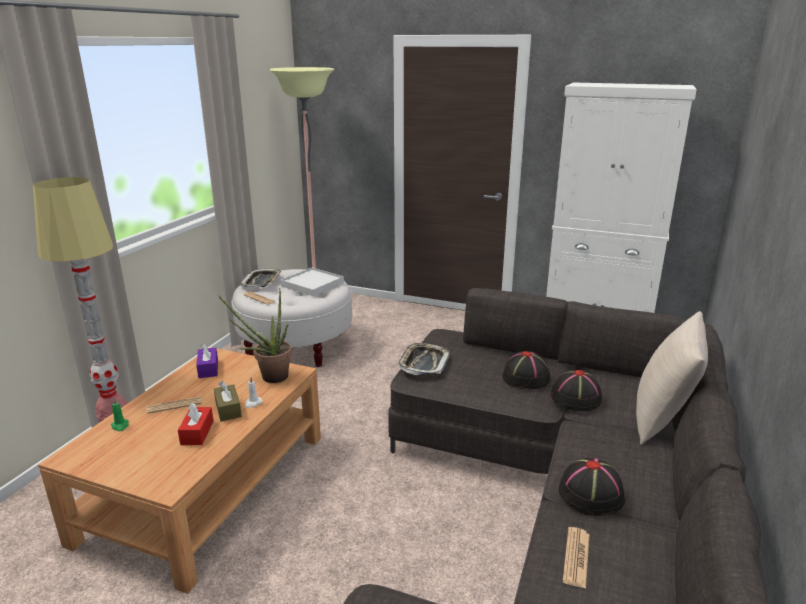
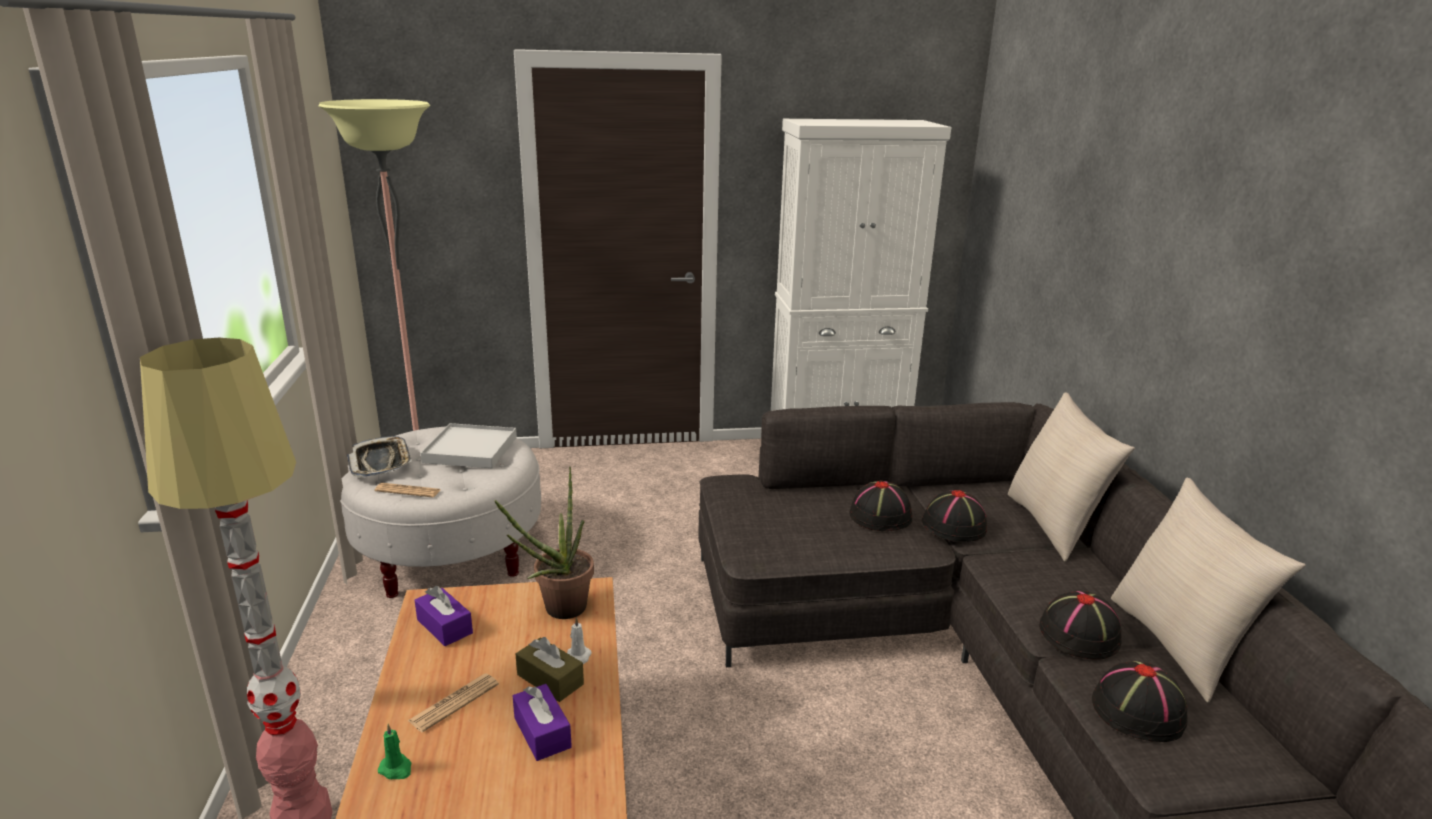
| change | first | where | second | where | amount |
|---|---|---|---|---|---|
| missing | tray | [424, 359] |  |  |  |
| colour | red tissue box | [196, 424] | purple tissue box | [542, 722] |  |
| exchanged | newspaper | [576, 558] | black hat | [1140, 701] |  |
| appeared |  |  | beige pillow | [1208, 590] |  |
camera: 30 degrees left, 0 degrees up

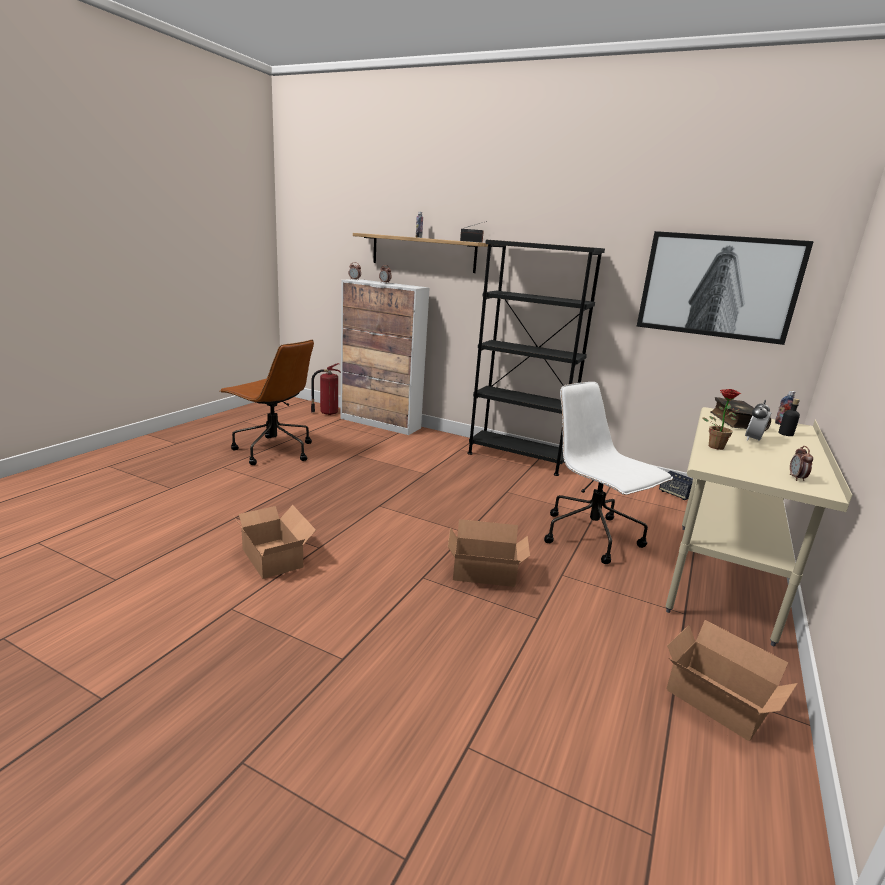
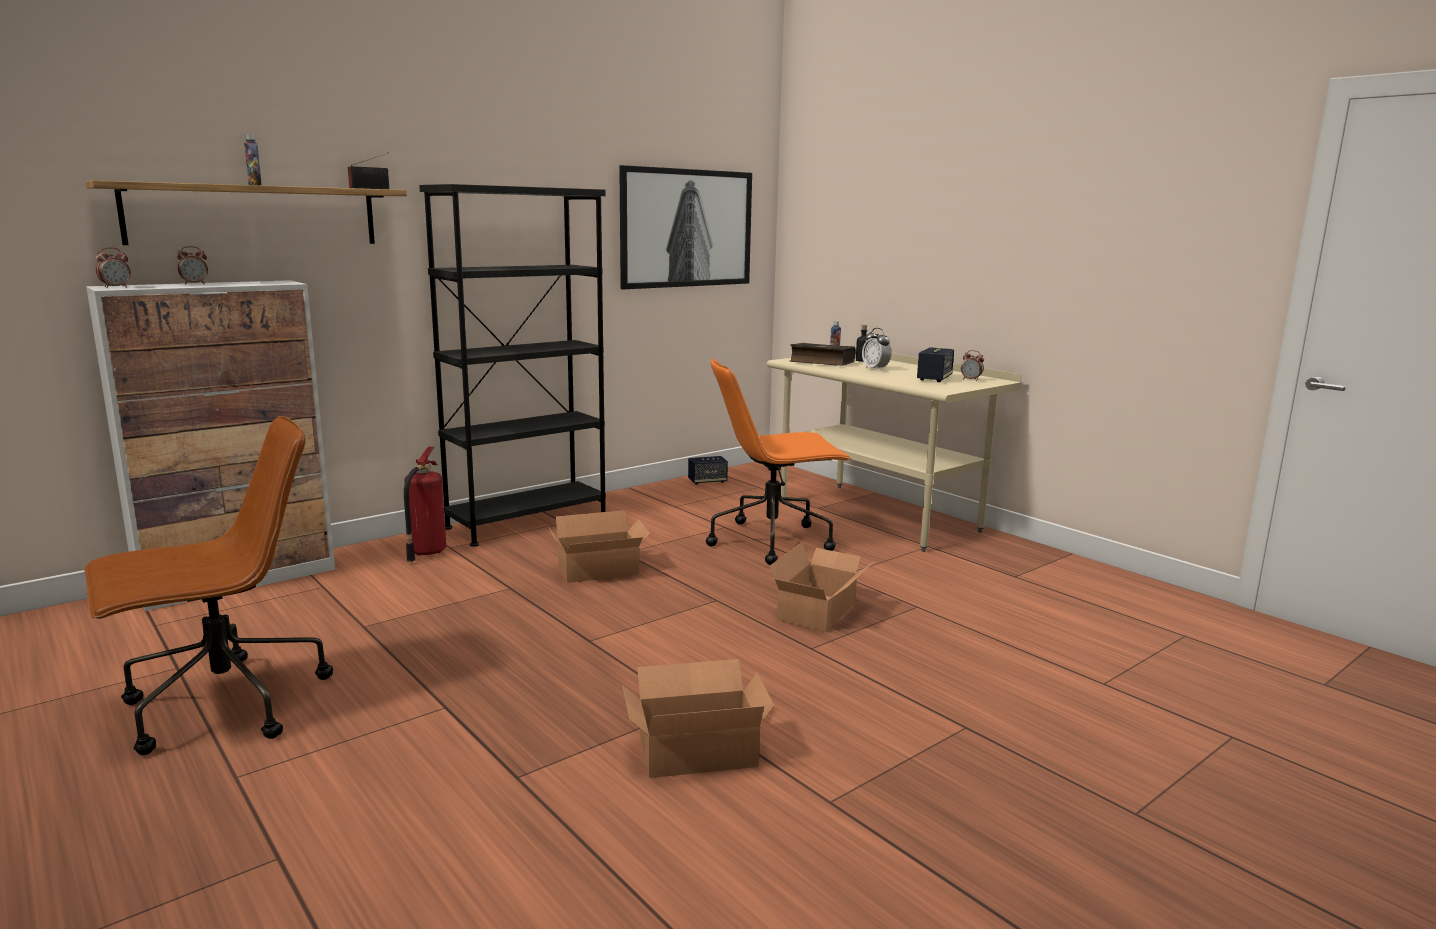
| change | first | where | second | where | amount |
|---|---|---|---|---|---|
| relocated | fire extinguisher | [326, 389] |  | [425, 504] |  |
| colour | white office chair | [608, 473] | orange office chair | [778, 461] |  |
| missing | potted plant | [721, 419] |  |  |  |
| relocated | cardboard box | [732, 680] |  | [599, 546] |  |
| appeared |  |  | speaker | [935, 364] |  |
camera: 65 degrees left, 5 degrees down

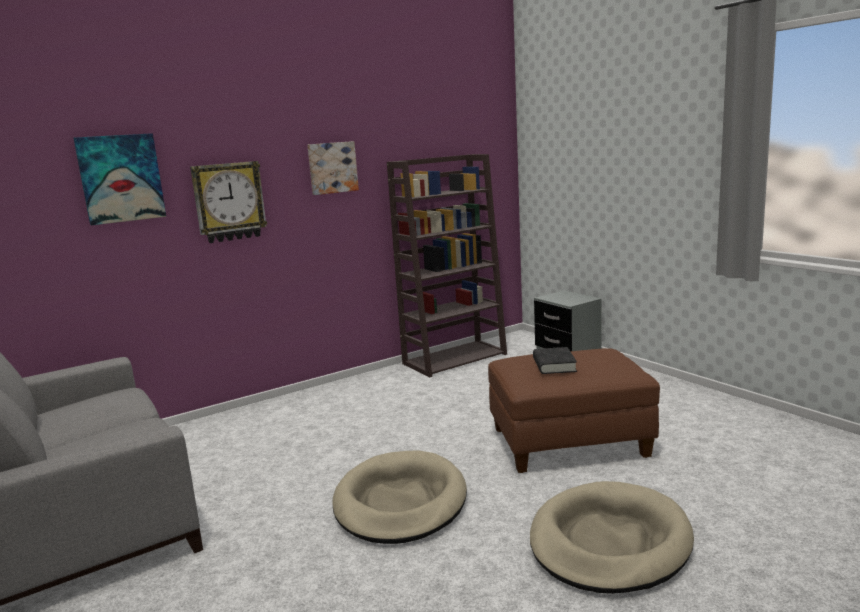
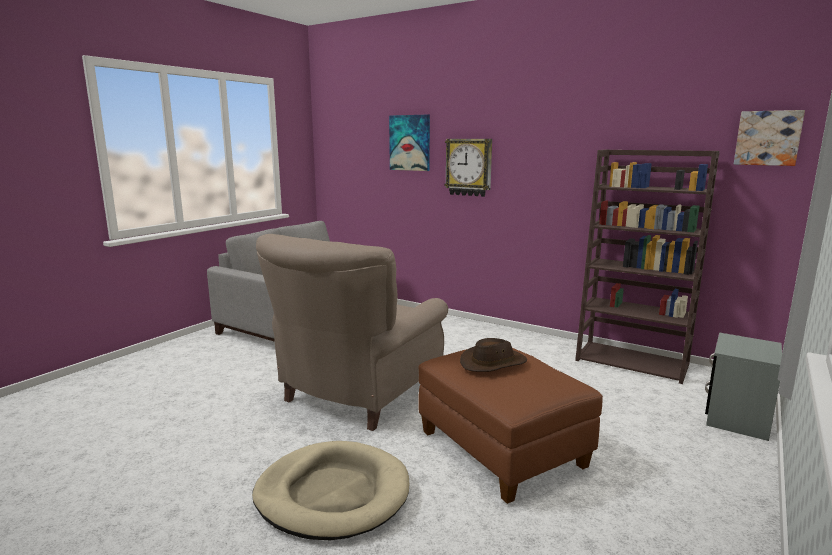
| change | first | where | second | where | amount |
|---|---|---|---|---|---|
| relocated | picture | [333, 168] |  | [769, 138] |  |
| exchanged | black book | [555, 360] | brown hat | [493, 355] |  |
| exchanged | beige dog bed | [400, 497] | beige armchair | [352, 332] |  |
camera: 65 degrees right, 0 degrees up

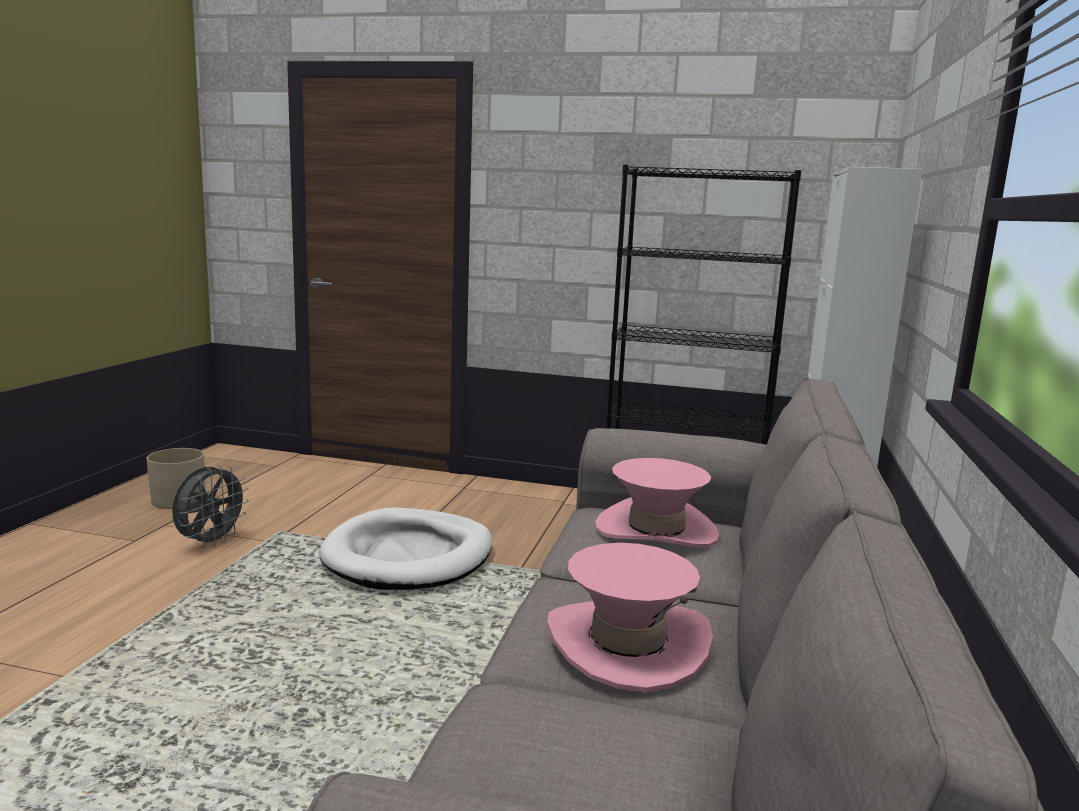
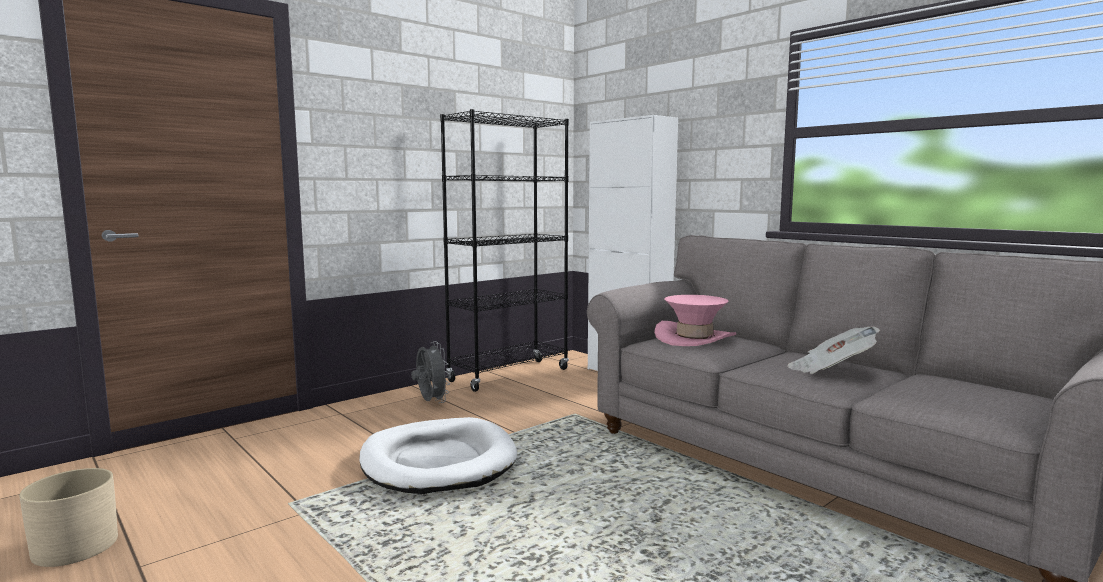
| change | first | where | second | where | amount |
|---|---|---|---|---|---|
| relocated | grey fan | [210, 506] |  | [431, 372] |  |
| exchanged | pink hat | [630, 617] | newspaper | [833, 350] |  |
camera: 55 degrees left, 5 degrees down

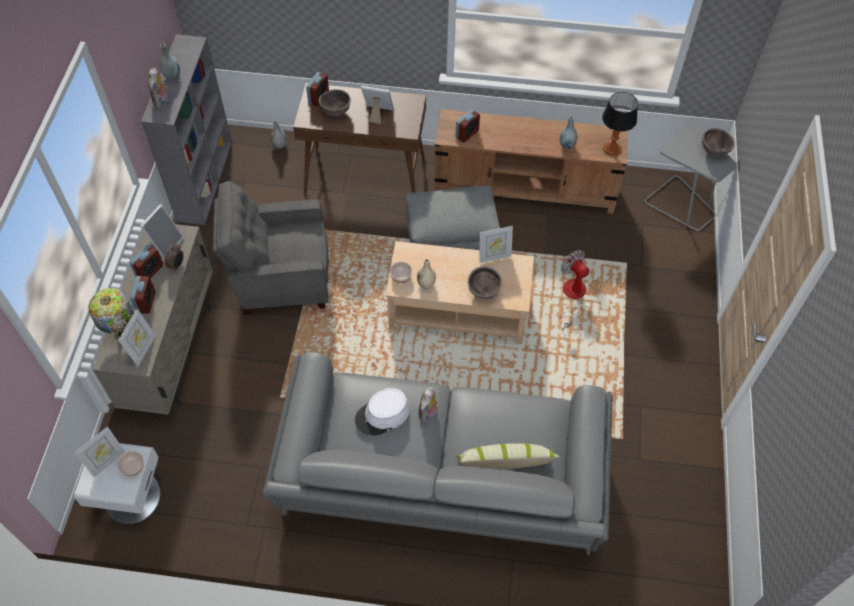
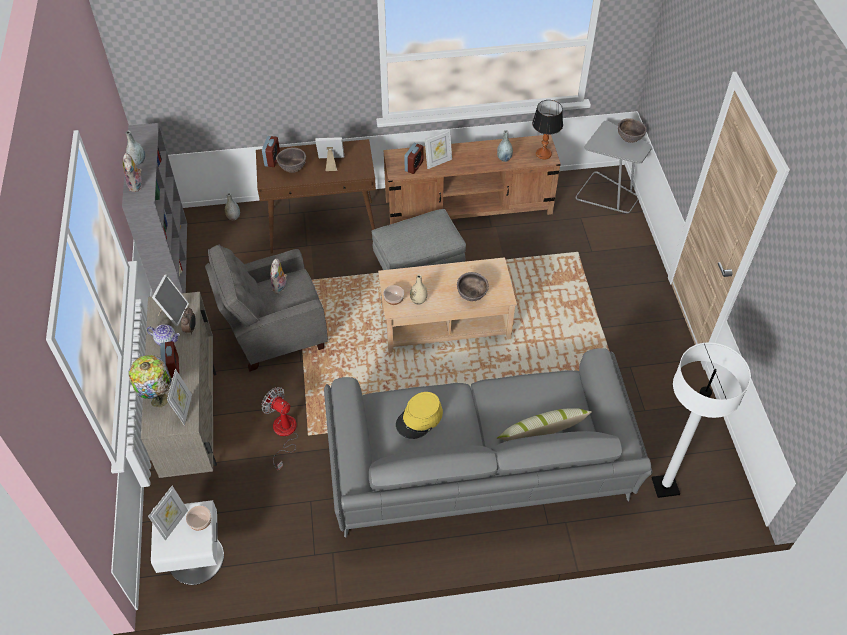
| change | first | where | second | where | amount |
|---|---|---|---|---|---|
| relocated | picture frame | [496, 244] |  | [438, 149] |  |
| exchanged | alarm clock | [146, 261] | teapot | [163, 335] |  |
| relocated | fan | [574, 290] |  | [279, 429] |  |
| relocated | plush toy | [429, 404] |  | [279, 276] |  |
| colour | white hat | [382, 412] | yellow hat | [419, 415] |  |
| appeared |  |  | white floor lamp | [701, 420] |  |
camera: 15 degrees left, 5 degrees down

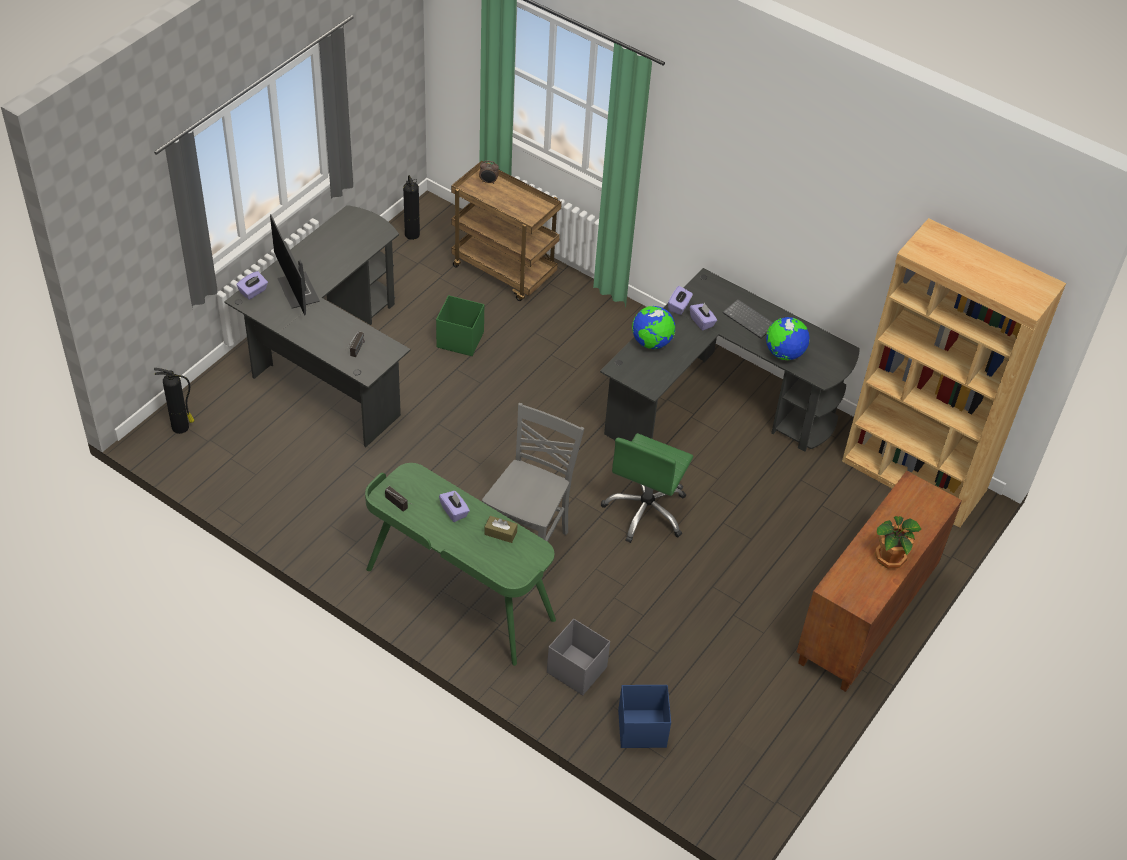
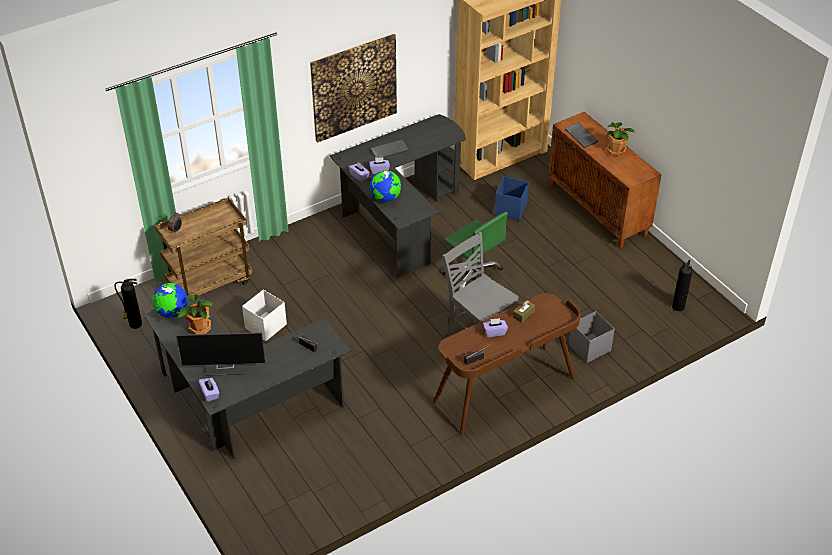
| change | first | where | second | where | amount |
|---|---|---|---|---|---|
| colour | green storage box | [460, 325] | white storage box | [264, 315] |  |
| relocated | globe | [788, 338] |  | [170, 300] |  |
| relocated | fire extinguisher | [174, 401] |  | [682, 286] |  |
| colour | green desk | [460, 564] | brown desk | [507, 364] |  |
| relocated | blue storage box | [644, 716] |  | [511, 198] |  |
| appeared |  |  | picture | [353, 88] |  |
| appeared |  |  | keyboard | [581, 135] |  |
| appeared |  |  | potted plant | [195, 314] |  |
camera: 65 degrees left, 5 degrees down

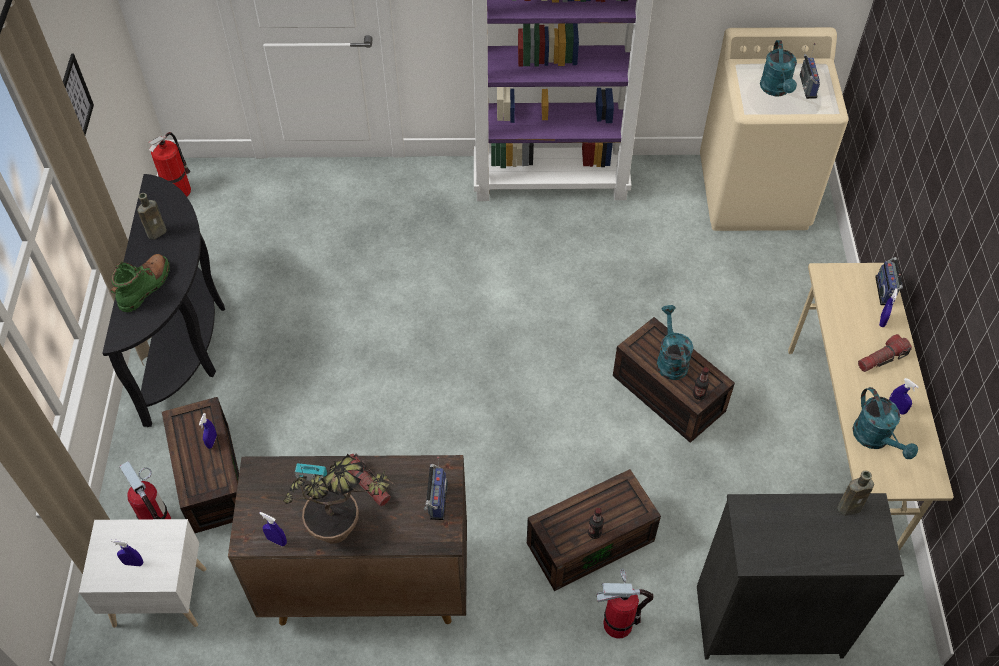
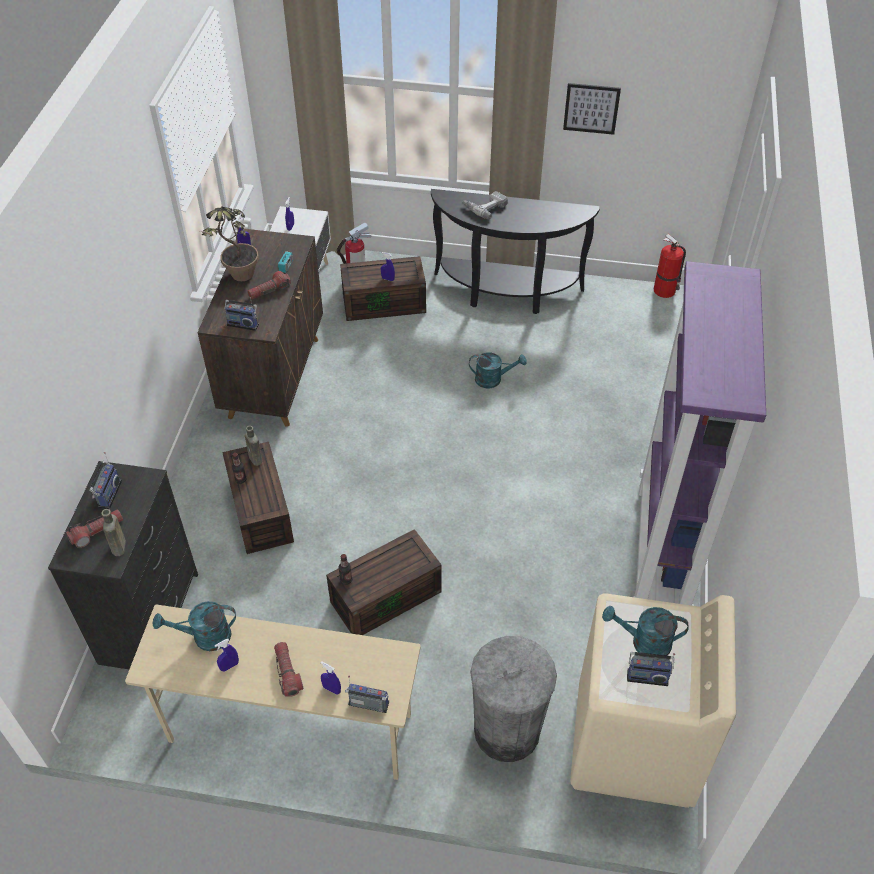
| change | first | where | second | where | amount |
|---|---|---|---|---|---|
| relocated | brown bottle | [151, 216] |  | [254, 446] |  |
| exchanged | green boot | [140, 283] | power drill | [485, 205] |  |
| relocated | turquoise watering can | [675, 342] |  | [498, 370] |  |
| missing | fire extinguisher | [625, 603] |  |  |  |
| appeared |  |  | radio | [105, 480] |  |
| appeared |  |  | flashlight | [94, 528] |  |
| appeared |  |  | grey trash can | [513, 699] |  |
camera: 100 degrees right, 5 degrees down

